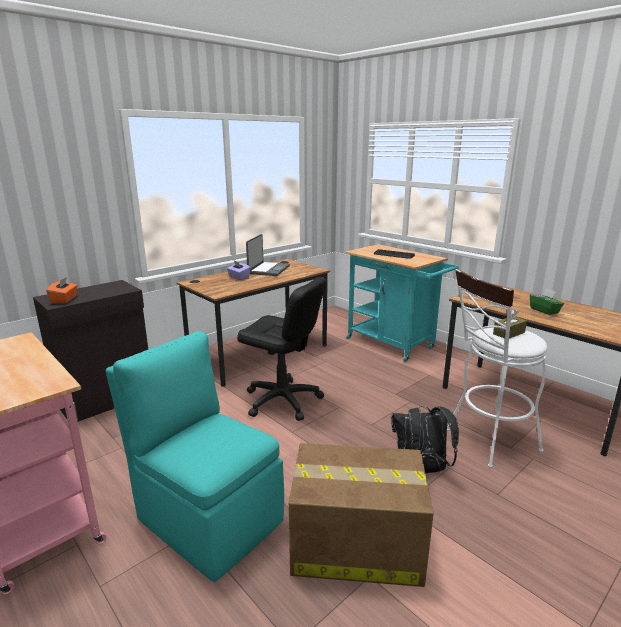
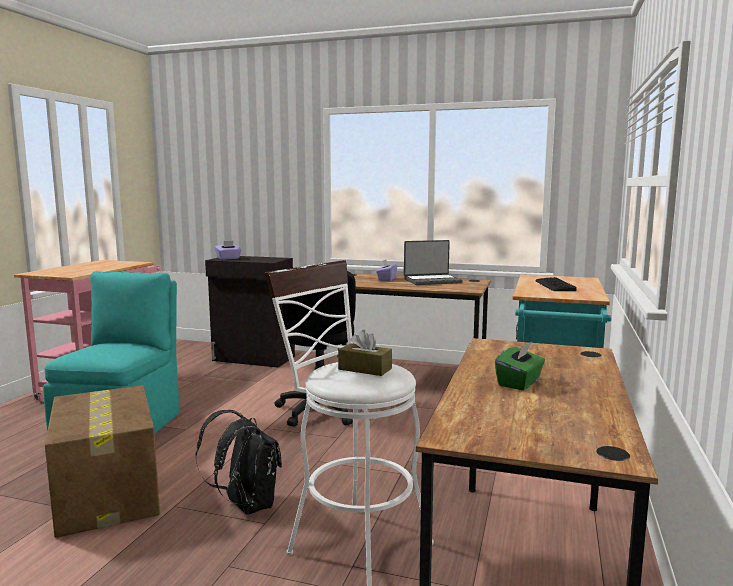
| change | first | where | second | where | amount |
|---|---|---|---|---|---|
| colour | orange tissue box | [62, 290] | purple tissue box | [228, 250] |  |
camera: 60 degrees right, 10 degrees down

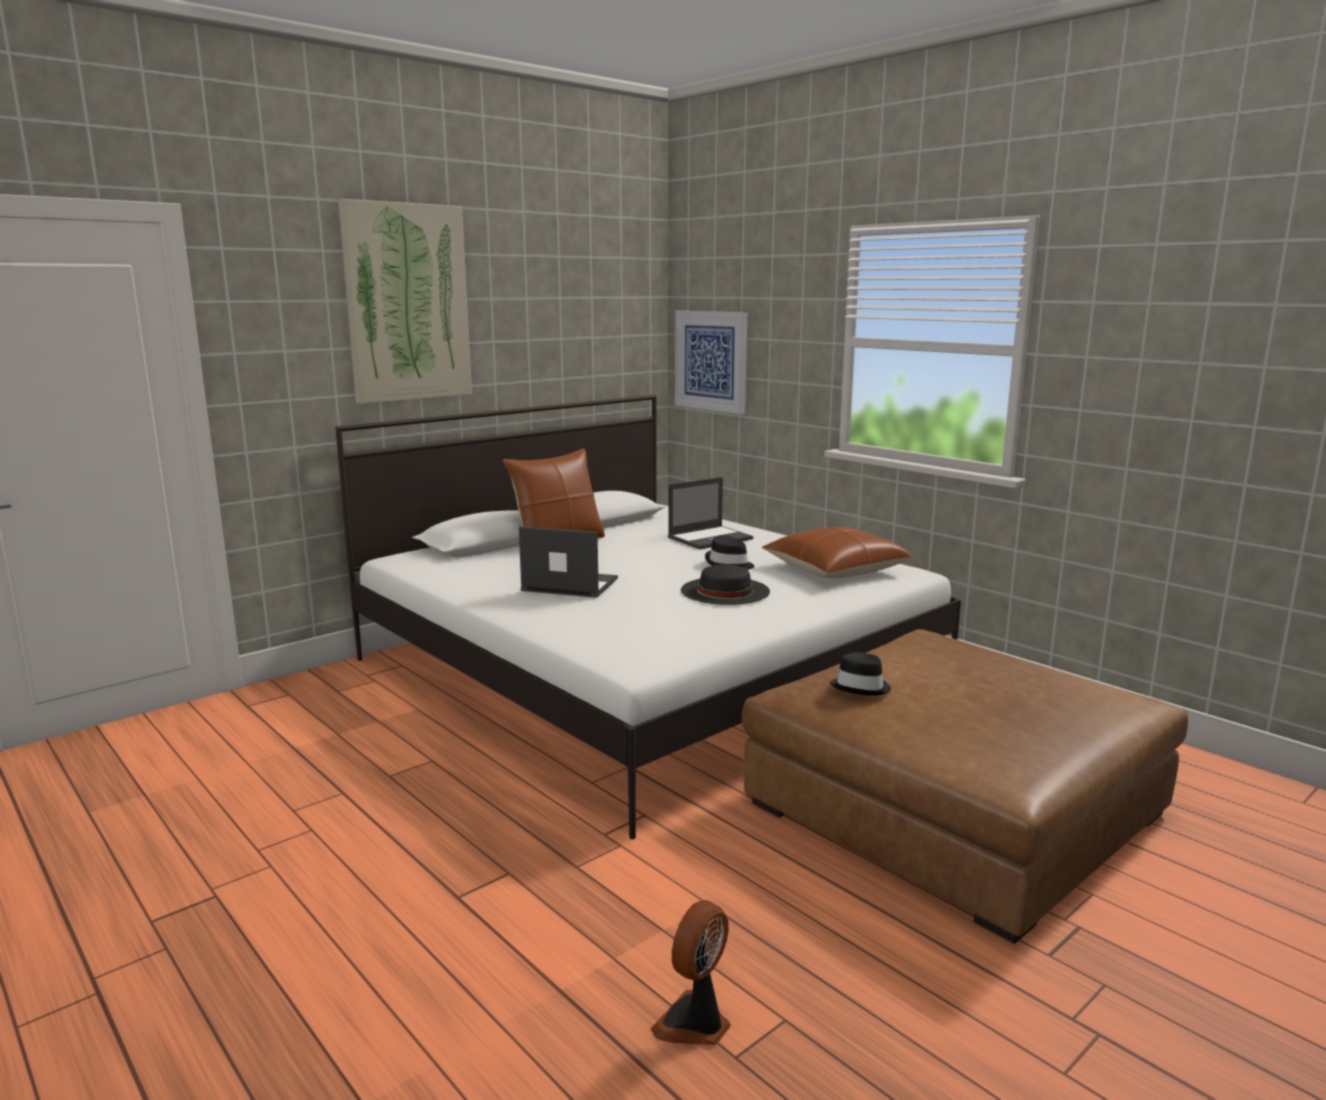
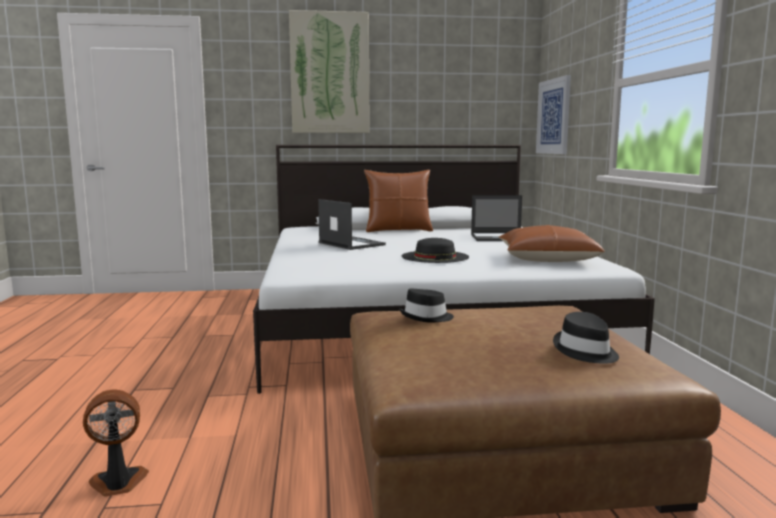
| change | first | where | second | where | amount |
|---|---|---|---|---|---|
| relocated | black hat | [730, 552] |  | [586, 337] |  |
camera: 35 degrees right, 5 degrees down

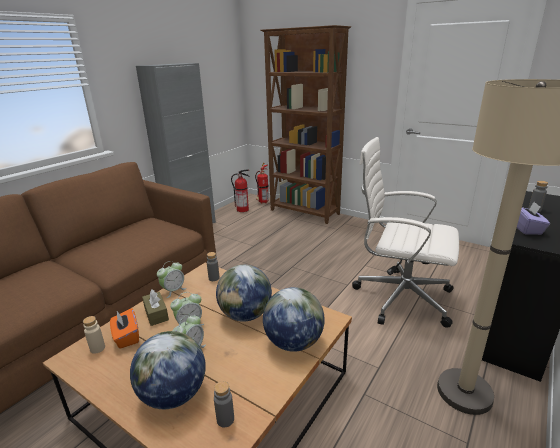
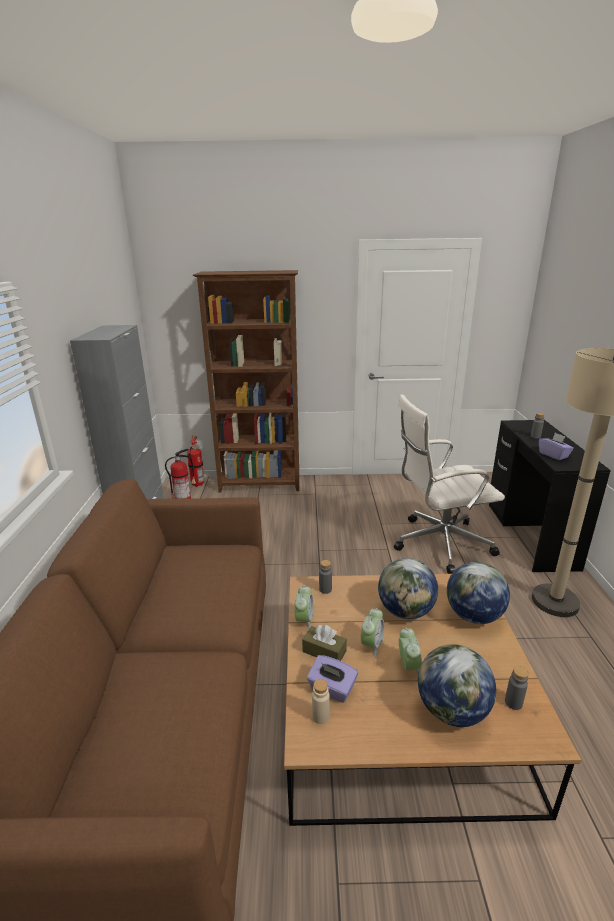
| change | first | where | second | where | amount |
|---|---|---|---|---|---|
| colour | orange tissue box | [124, 328] | purple tissue box | [332, 679] |  |
camera: 35 degrees left, 0 degrees up

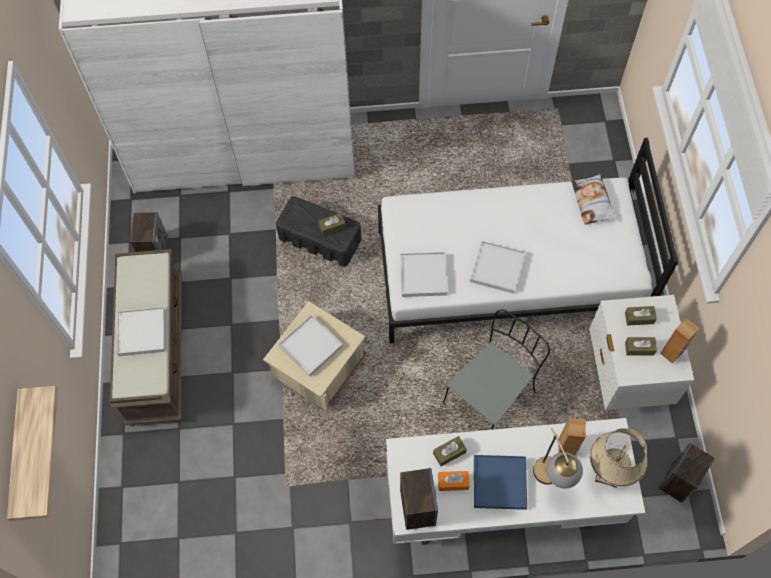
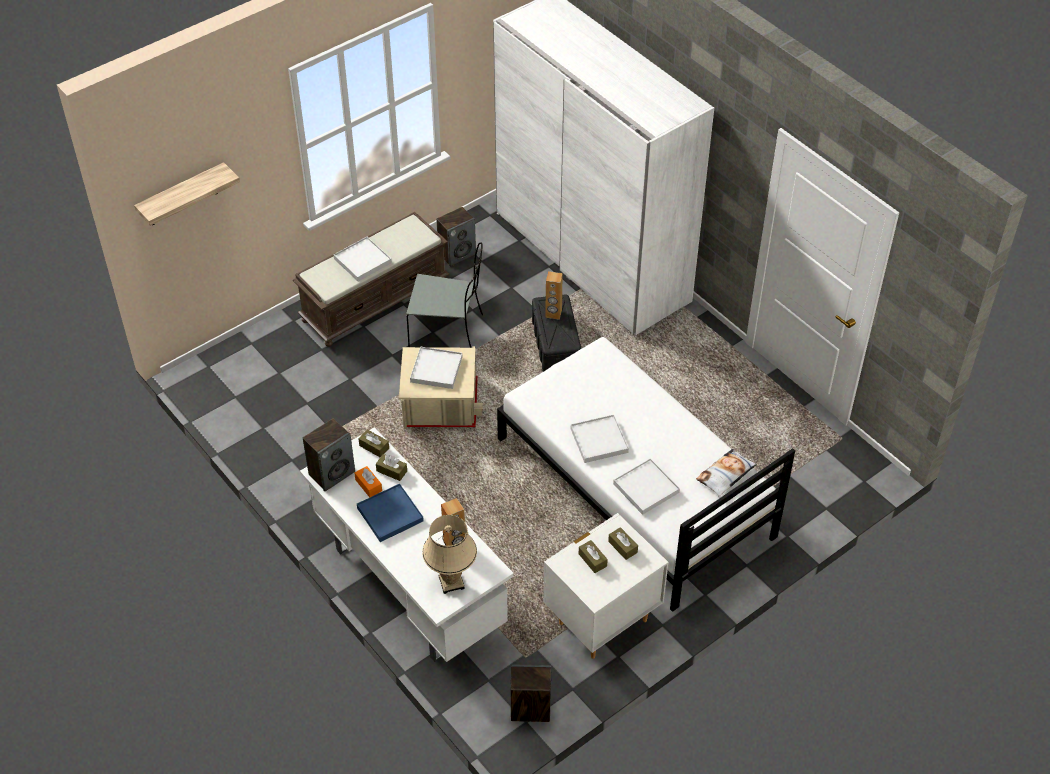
| change | first | where | second | where | amount |
|---|---|---|---|---|---|
| relocated | brown tissue box | [332, 224] |  | [373, 443] |  |
| relocated | white tray | [423, 274] |  | [646, 486] |  |
| relocated | grey chair | [496, 369] |  | [444, 295] |  |
| relocated | brown speaker | [679, 341] |  | [553, 295] |  |
| missing | table lamp | [558, 458] |  |  |  |
camera: 55 degrees right, 15 degrees down

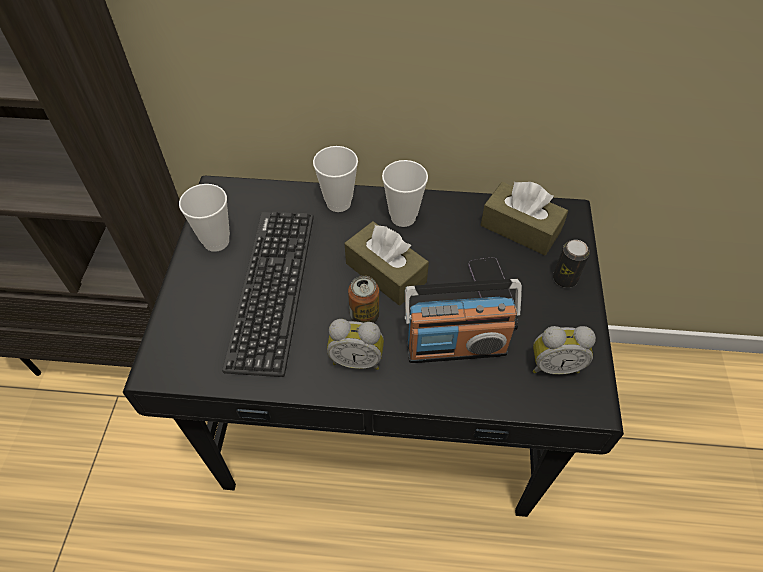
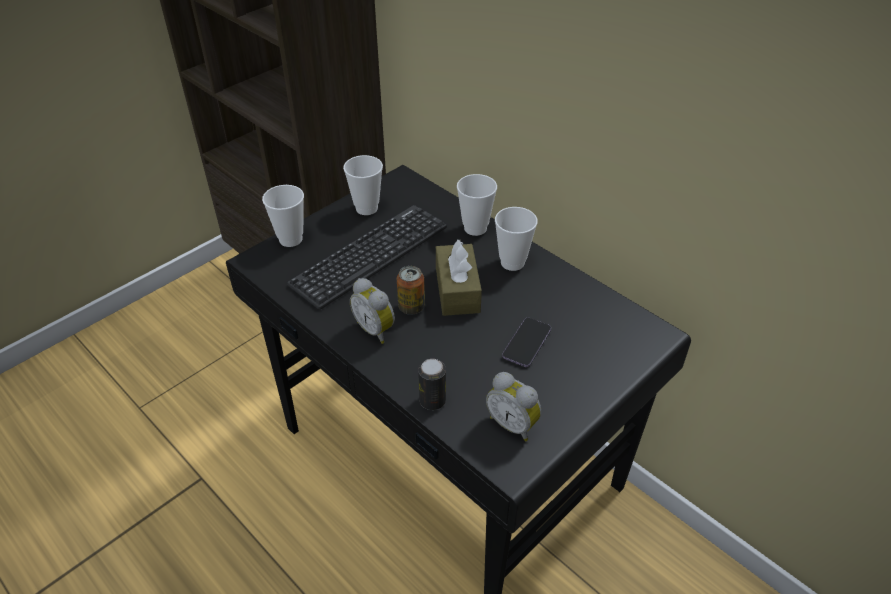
| change | first | where | second | where | amount |
|---|---|---|---|---|---|
| missing | brown tissue box | [524, 218] |  |  |  |
| relocated | can | [571, 264] |  | [432, 384] |  |
| missing | radio | [463, 321] |  |  |  |
| appeared |  |  | cup | [283, 216] |  |
camera: 40 degrees right, 10 degrees down

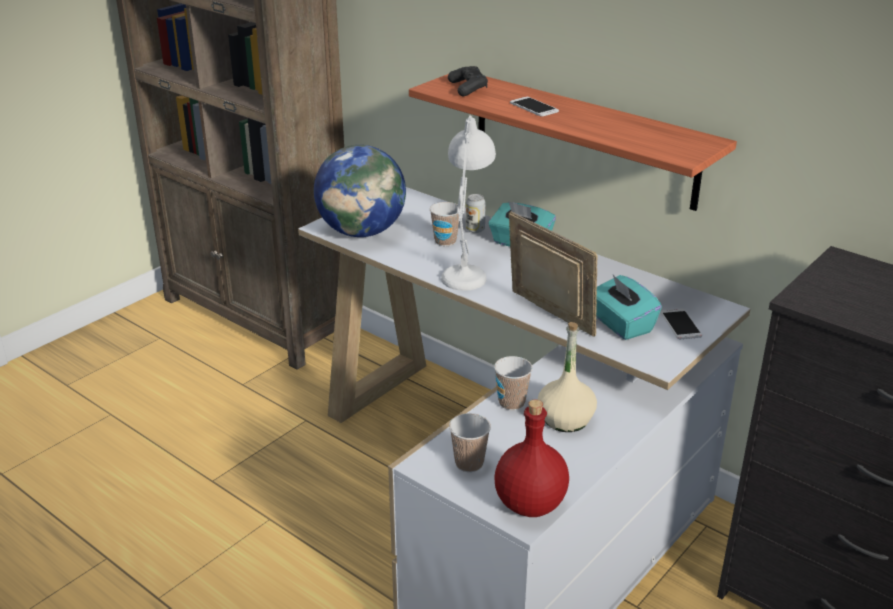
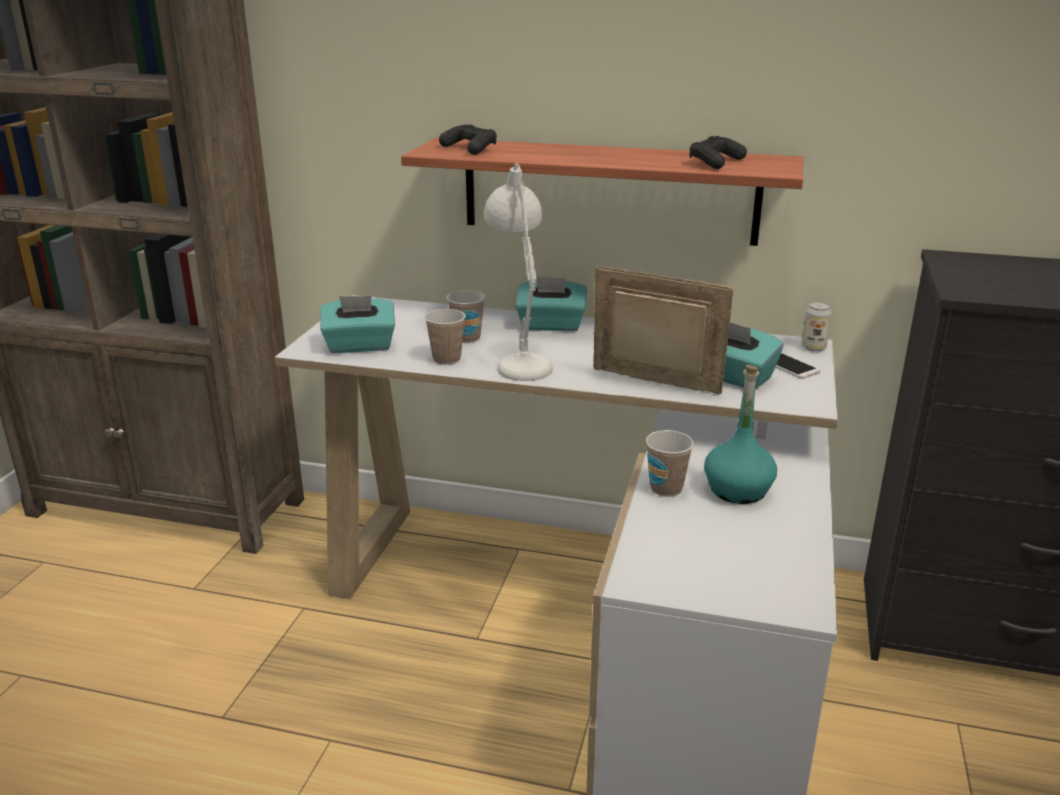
| change | first | where | second | where | amount |
|---|---|---|---|---|---|
| missing | phone | [534, 107] |  |  |  |
| exchanged | globe | [360, 191] | turquoise tissue box | [357, 324] |  |
| relocated | can | [476, 213] |  | [817, 327] |  |
| colour | beige bottle | [567, 377] | turquoise bottle | [740, 434] |  |
| missing | red bottle | [531, 458] |  |  |  |
| relocated | cup | [470, 442] |  | [445, 337] |  |
| appeared |  |  | black game controller | [718, 152] |  |
camera: 25 degrees left, 5 degrees down

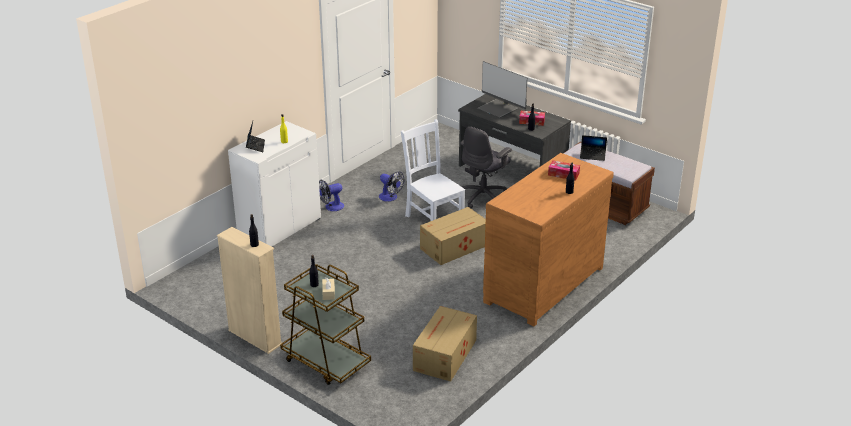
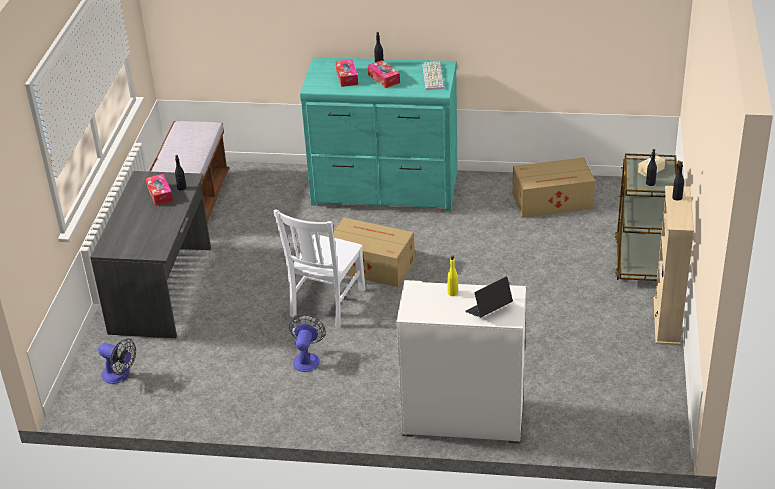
| change | first | where | second | where | amount |
|---|---|---|---|---|---|
| missing | monitor | [502, 89] |  |  |  |
| missing | grey office chair | [486, 167] |  |  |  |
| missing | laptop | [593, 148] |  |  |  |
| colour | brown dresser | [548, 239] | turquoise dresser | [379, 134] |  |
| relocated | fan | [331, 195] |  | [117, 361] |  |
| appeared |  |  | tissue box | [384, 74] |  |
| appeared |  |  | keyboard | [433, 75] |  |
camera: 120 degrees left, 5 degrees up

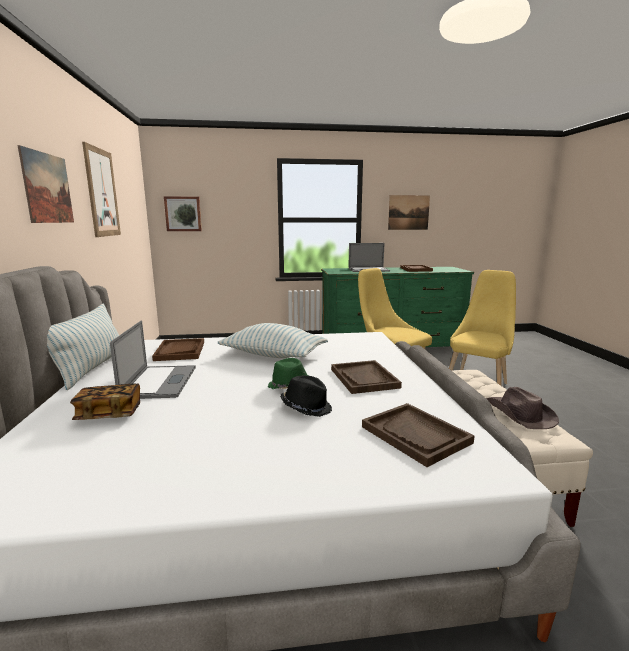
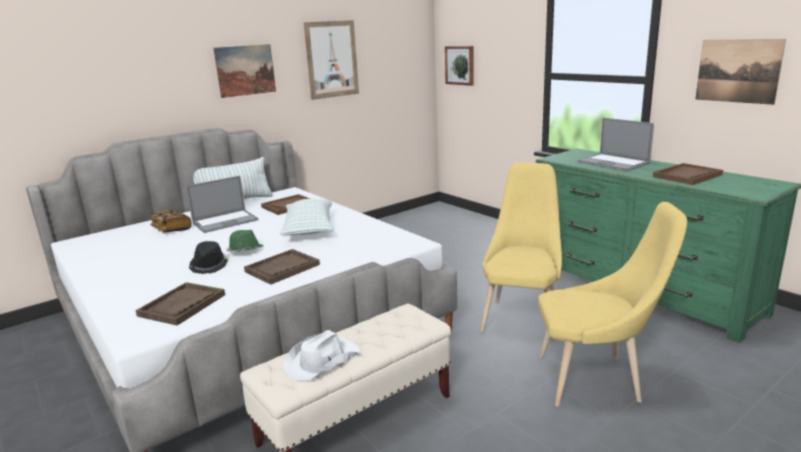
| change | first | where | second | where | amount |
|---|---|---|---|---|---|
| colour | brown hat | [522, 408] | white hat | [321, 355] |  |
camera: 60 degrees right, 5 degrees up

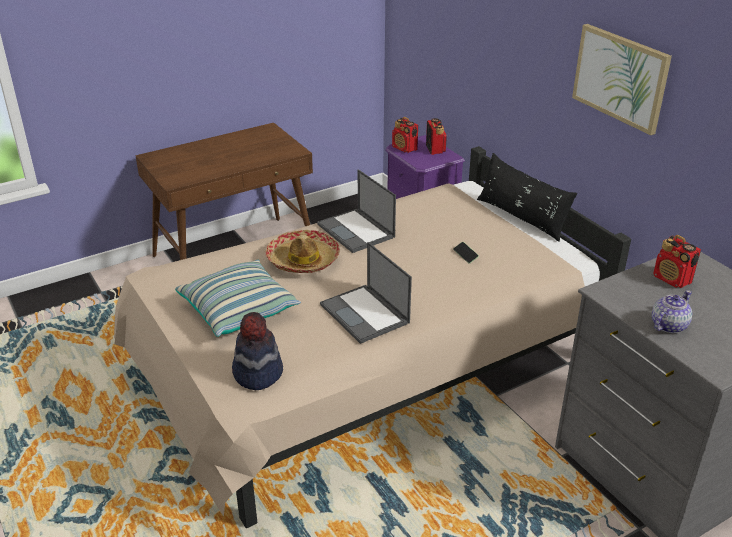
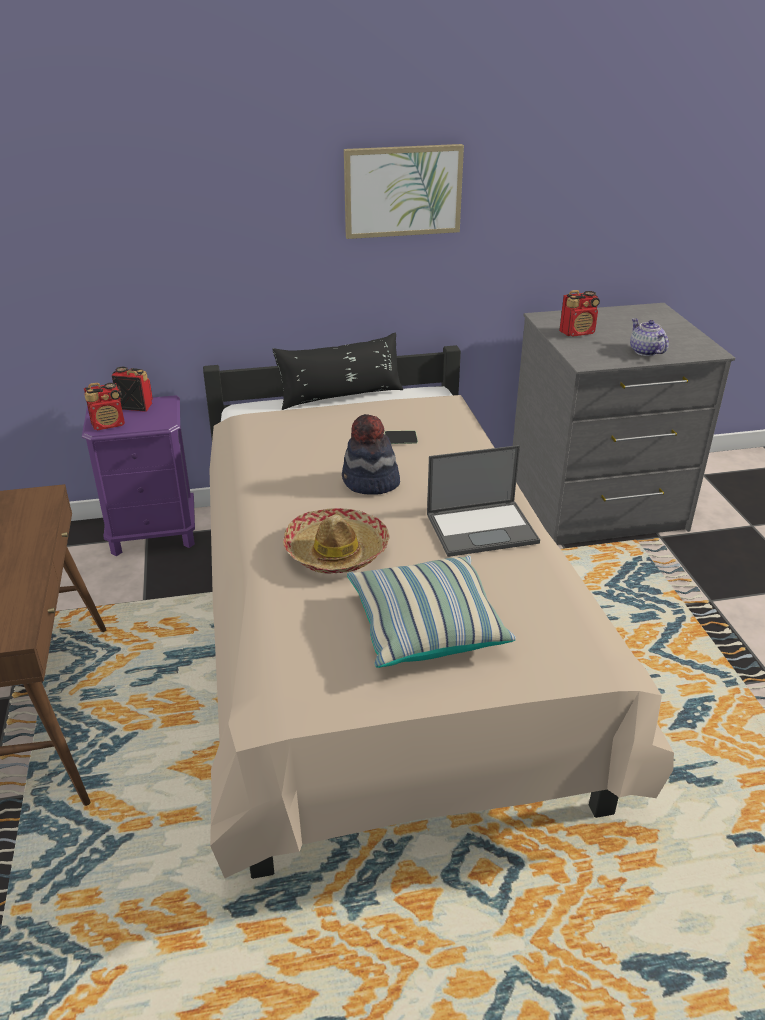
| change | first | where | second | where | amount |
|---|---|---|---|---|---|
| missing | laptop | [356, 211] |  |  |  |
| relocated | hat | [257, 351] |  | [371, 454] |  |
camera: 70 degrees left, 0 degrees up

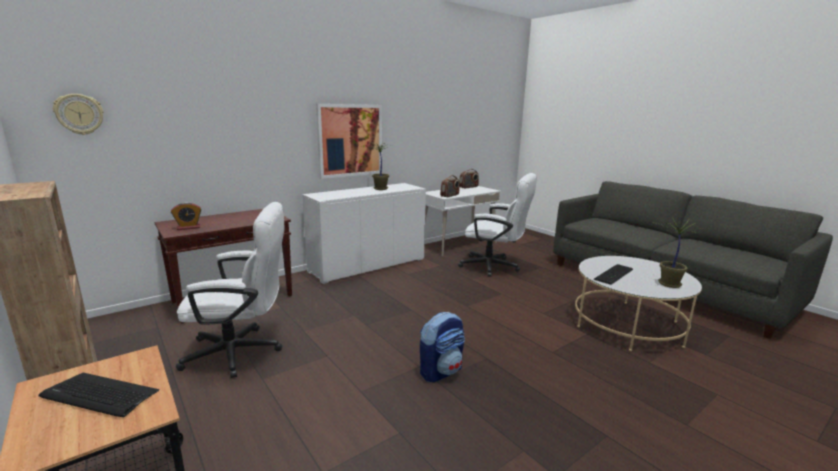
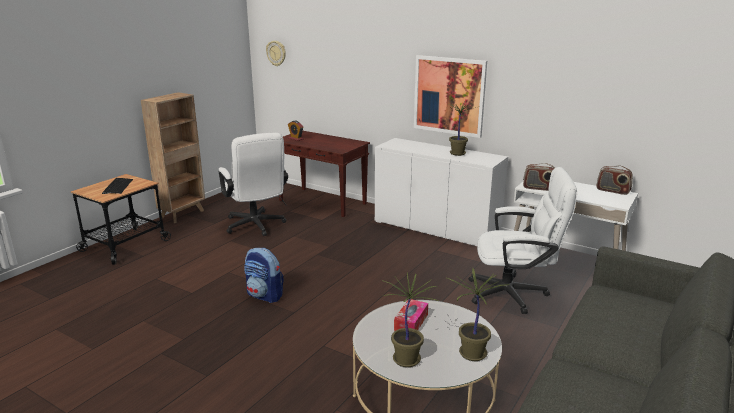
| change | first | where | second | where | amount |
|---|---|---|---|---|---|
| spun | white office chair | [497, 225] |  | [522, 240] | 90 degrees counterclockwise |
| exchanged | keyboard | [613, 274] | tissue box | [411, 315] |  |
| appeared |  |  | potted plant | [477, 314] |  |
camera: 70 degrees right, 5 degrees up

